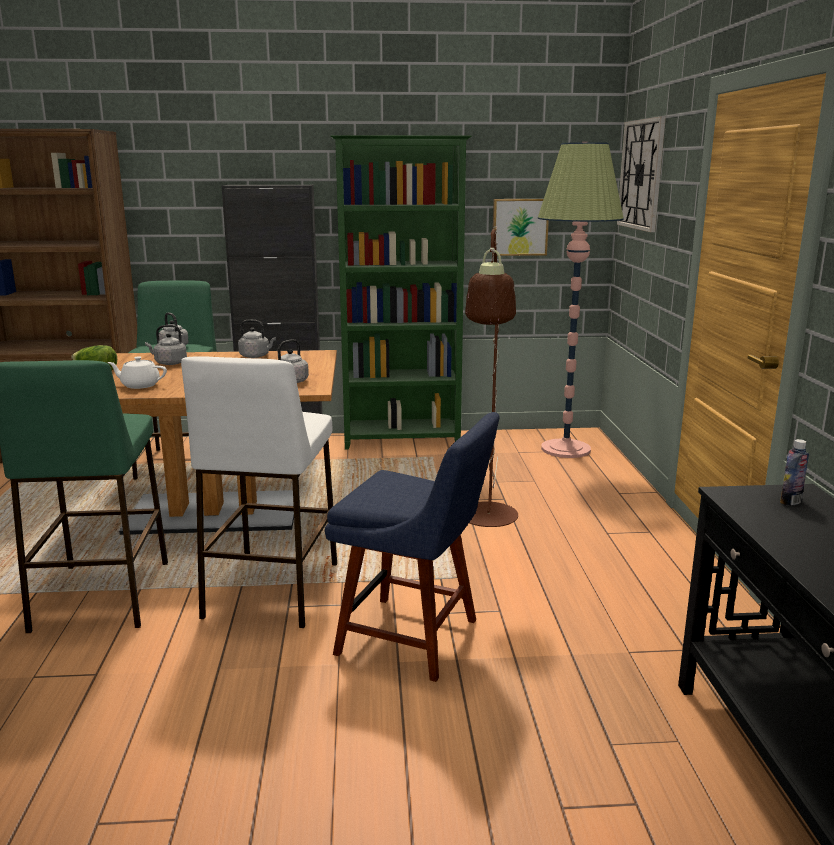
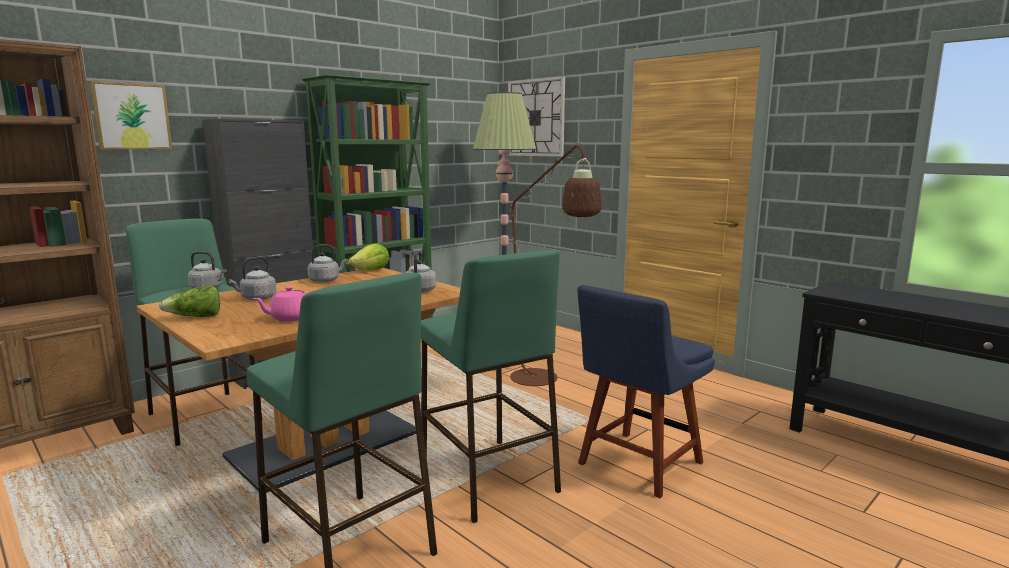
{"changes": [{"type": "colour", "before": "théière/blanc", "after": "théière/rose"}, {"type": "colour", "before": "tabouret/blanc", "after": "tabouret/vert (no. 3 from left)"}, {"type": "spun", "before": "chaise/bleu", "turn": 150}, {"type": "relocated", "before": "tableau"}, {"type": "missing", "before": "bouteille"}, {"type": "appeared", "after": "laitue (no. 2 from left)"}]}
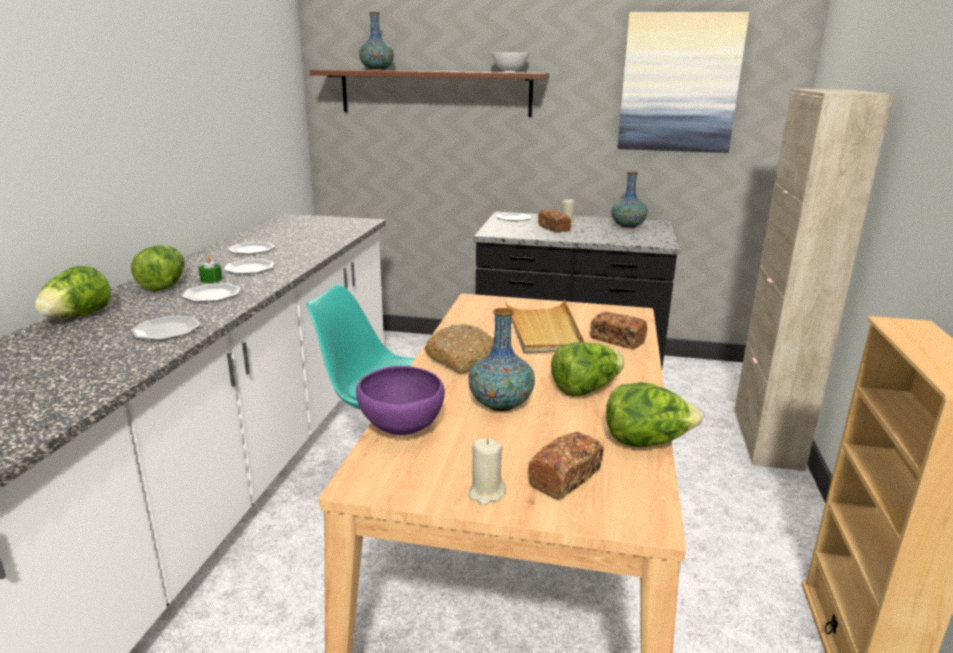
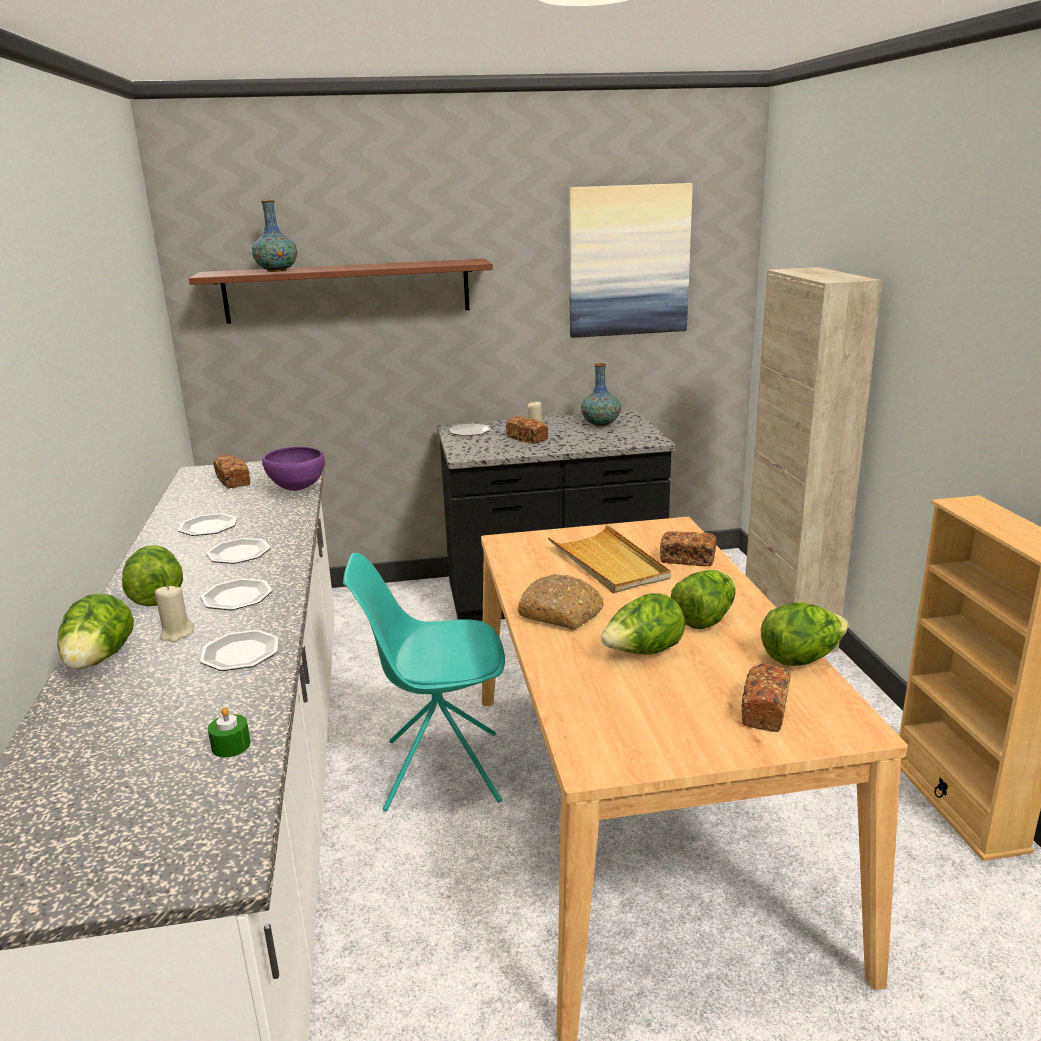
{"changes": [{"type": "relocated", "before": "bougie/vert"}, {"type": "relocated", "before": "bol/violet"}, {"type": "exchanged", "before": "vase (no. 2 from left)", "after": "laitue (no. 3 from left)"}, {"type": "relocated", "before": "bougie/beige (no. 1 from left)"}, {"type": "missing", "before": "bol/blanc"}, {"type": "appeared", "after": "pain (no. 1 from left)"}]}
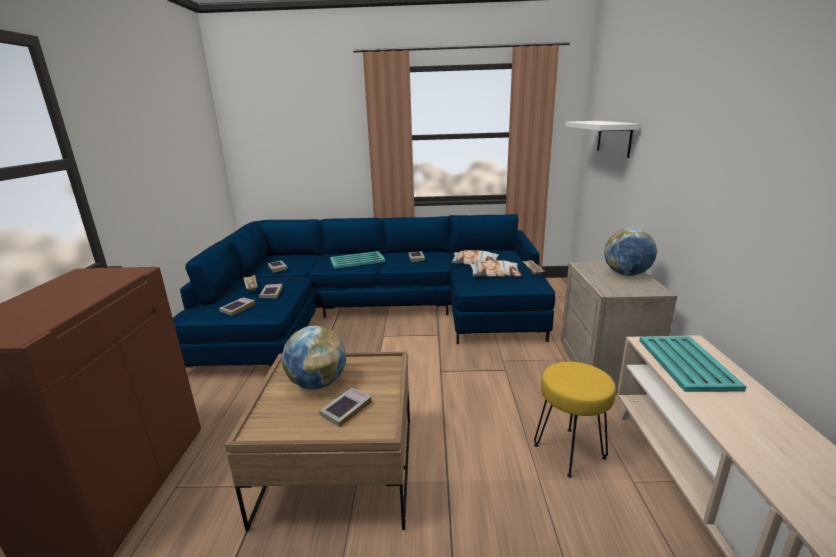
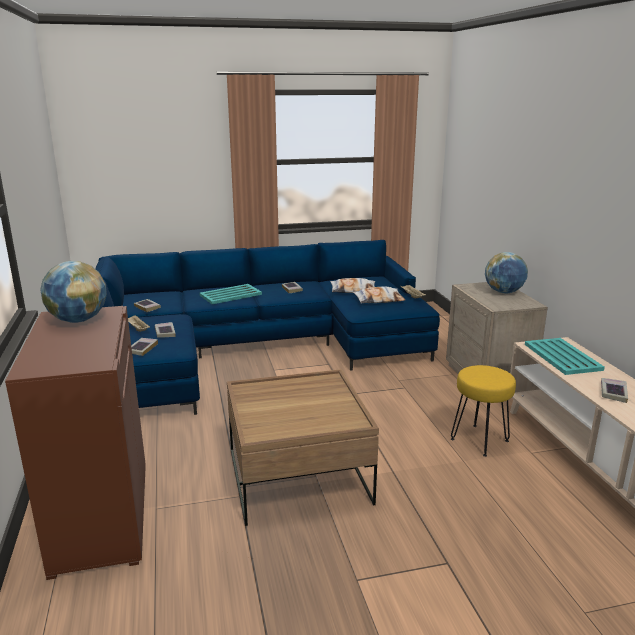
{"changes": [{"type": "relocated", "before": "globe (no. 1 from left)"}, {"type": "relocated", "before": "livre (no. 4 from left in the first image)", "after": "livre (no. 5 from left)"}, {"type": "missing", "before": "étagère/blanc"}]}
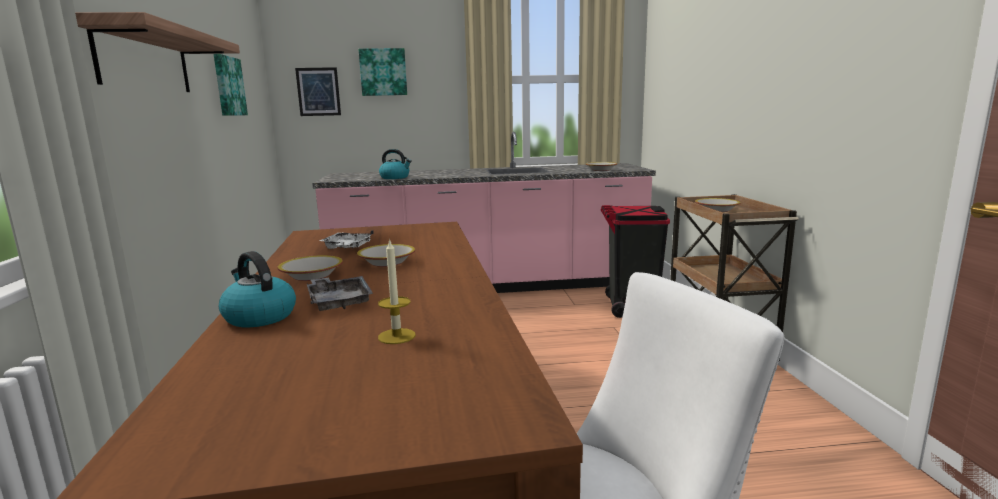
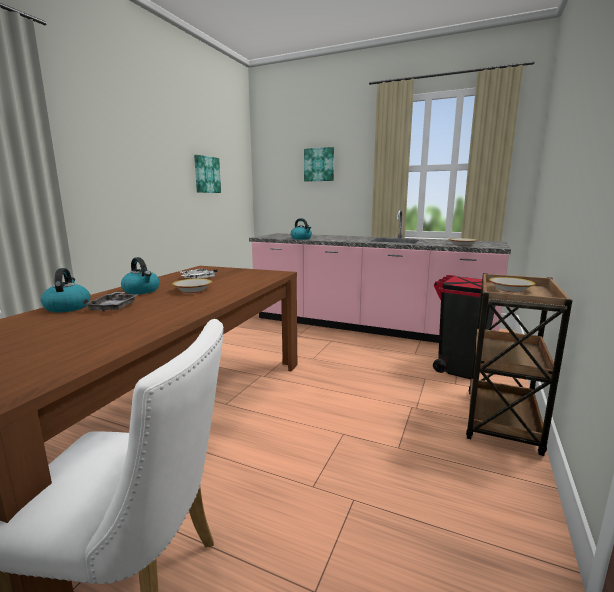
{"changes": [{"type": "missing", "before": "étagère"}, {"type": "exchanged", "before": "bol (no. 1 from left)", "after": "bouilloire (no. 2 from left)"}, {"type": "missing", "before": "tableau (no. 2 from left)"}, {"type": "missing", "before": "bougie"}]}
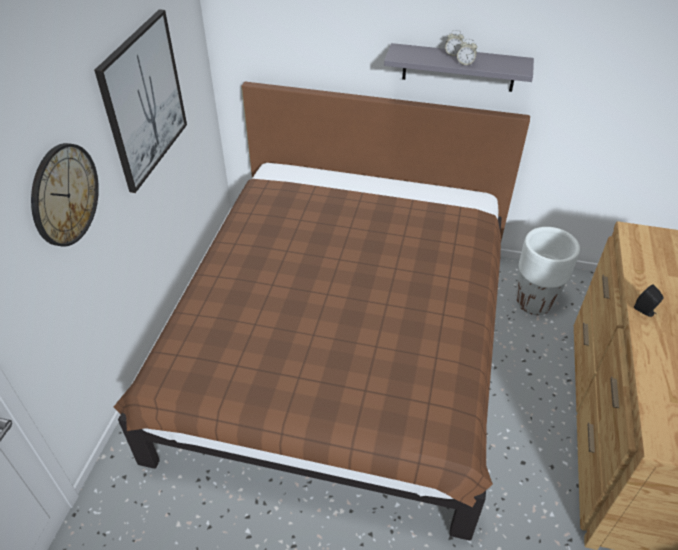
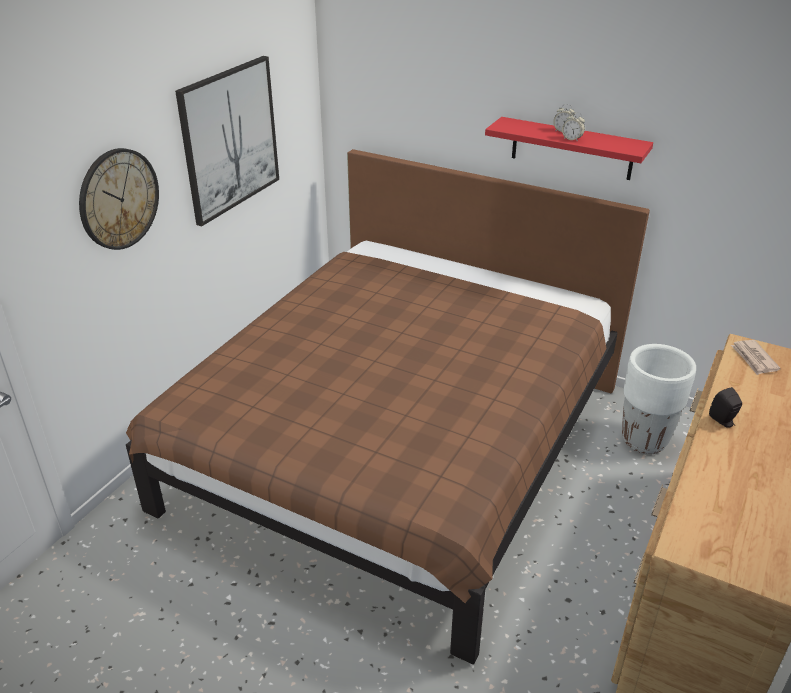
{"changes": [{"type": "colour", "before": "étagère/gris", "after": "étagère/rouge"}, {"type": "appeared", "after": "journal"}]}
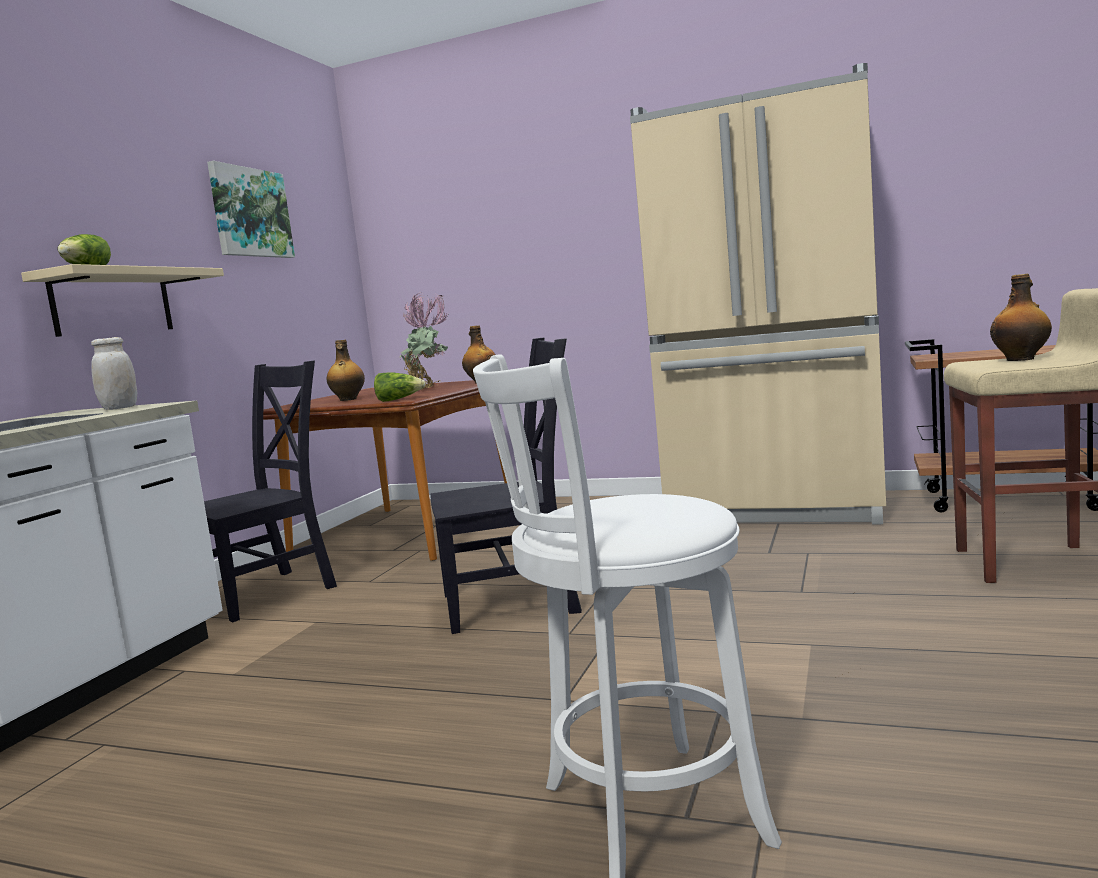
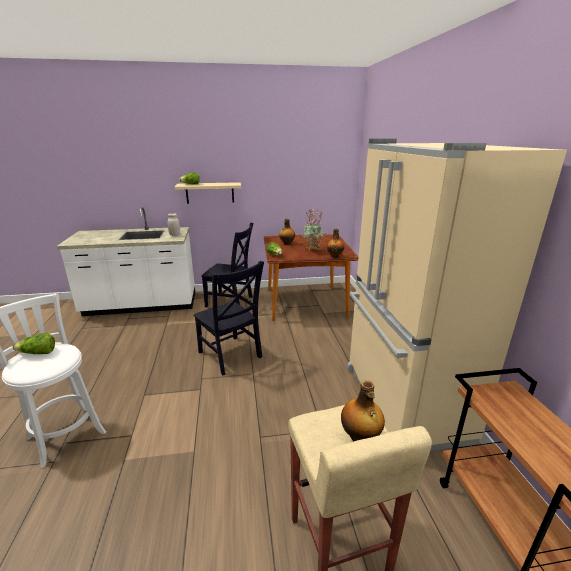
{"changes": [{"type": "missing", "before": "tableau"}, {"type": "appeared", "after": "laitue (no. 1 from left)"}]}
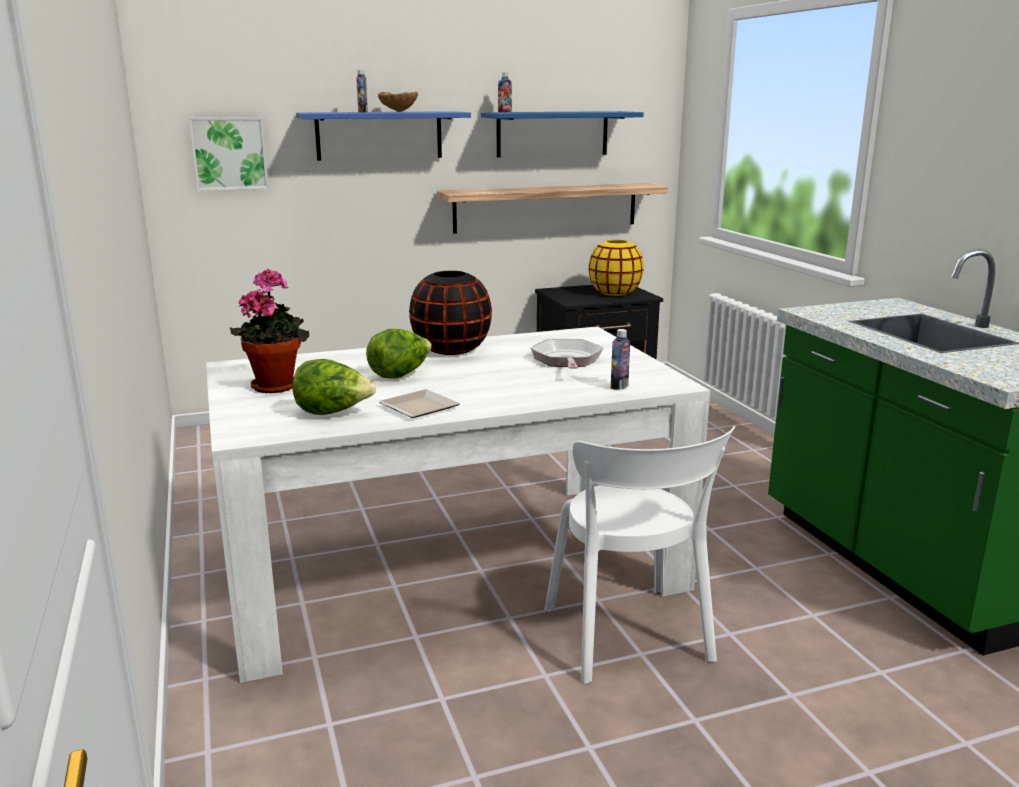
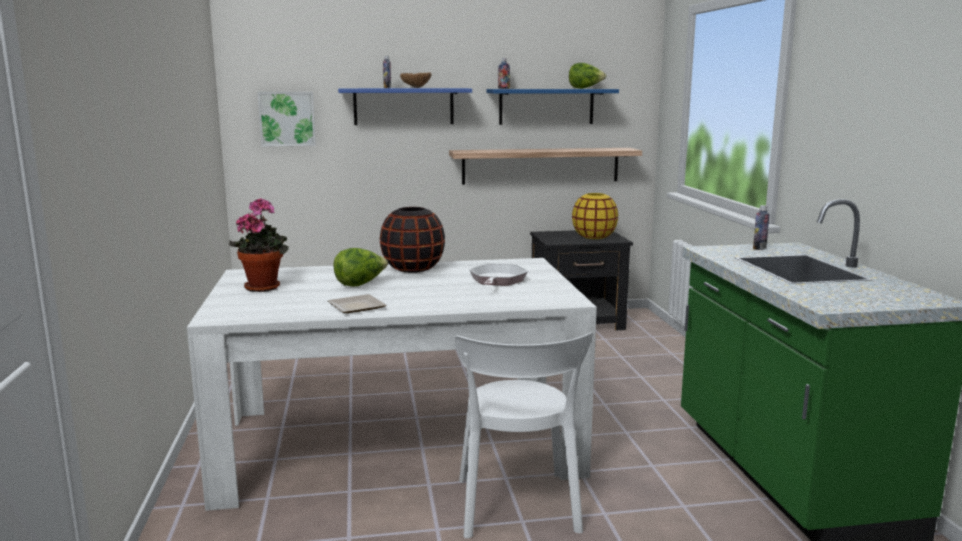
{"changes": [{"type": "relocated", "before": "laitue (no. 1 from left in the first image)", "after": "laitue (no. 2 from left)"}, {"type": "relocated", "before": "bouteille (no. 3 from left)"}]}
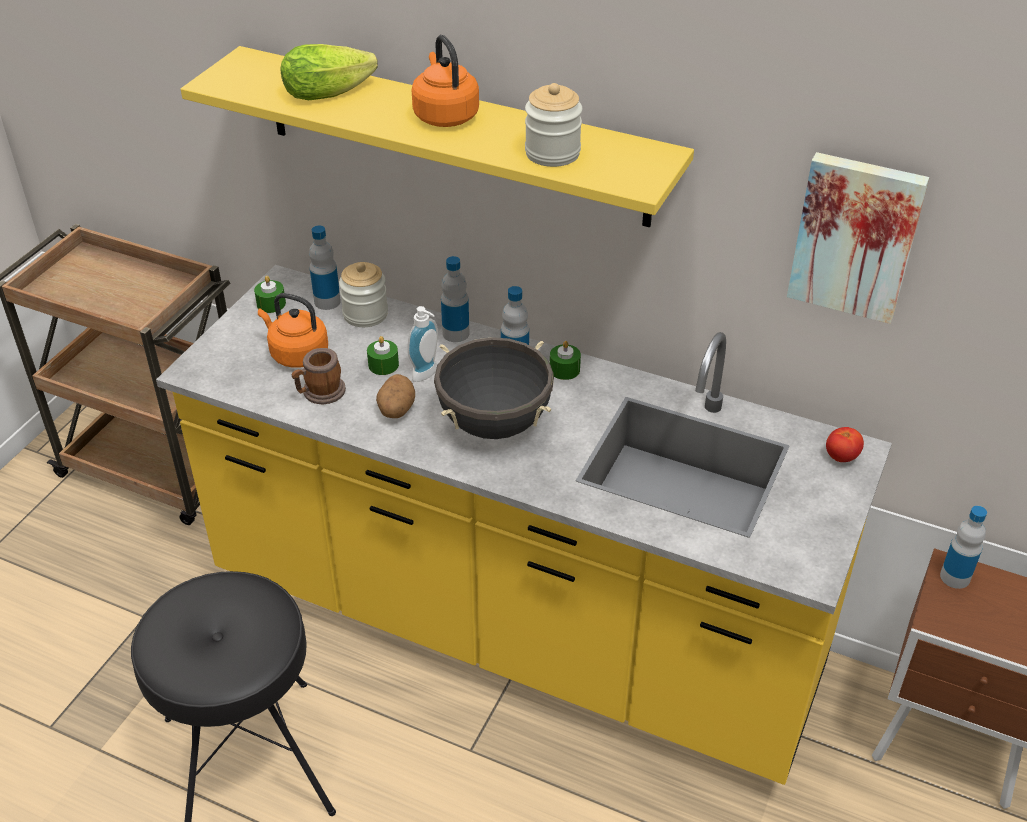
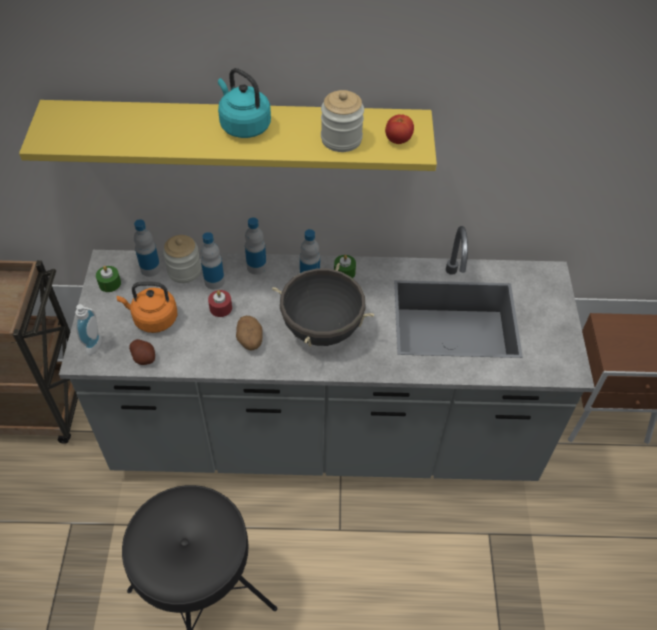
{"changes": [{"type": "colour", "before": "comptoir de cuisine/jaune", "after": "comptoir de cuisine/gris"}, {"type": "missing", "before": "laitue"}, {"type": "missing", "before": "mug"}, {"type": "colour", "before": "bougie/vert (no. 2 from left)", "after": "bougie/rouge"}, {"type": "relocated", "before": "distributeur de savon"}, {"type": "colour", "before": "bouilloire/orange (no. 2 from left)", "after": "bouilloire/turquoise"}, {"type": "missing", "before": "tableau"}, {"type": "relocated", "before": "tomate"}, {"type": "relocated", "before": "bouteille (no. 4 from left in the first image)", "after": "bouteille (no. 2 from left)"}, {"type": "appeared", "after": "pomme de terre (no. 1 from left)"}]}
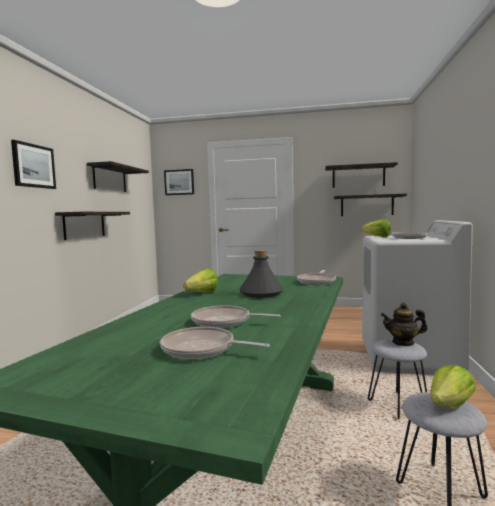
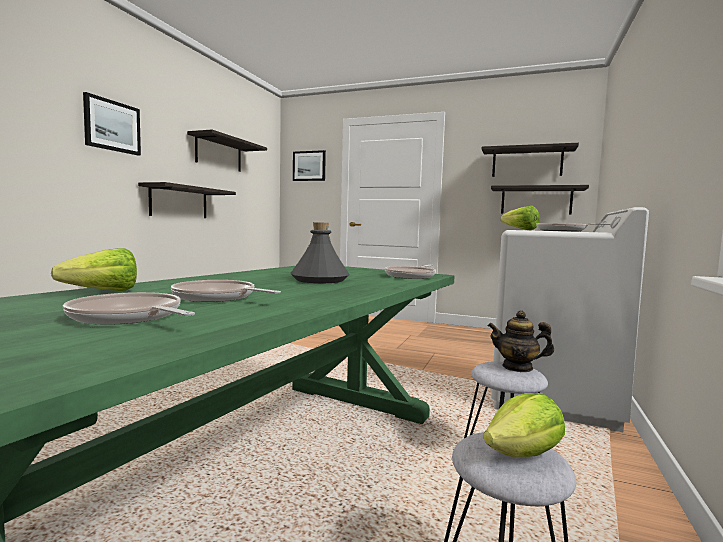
{"changes": [{"type": "relocated", "before": "laitue (no. 1 from left)"}]}
